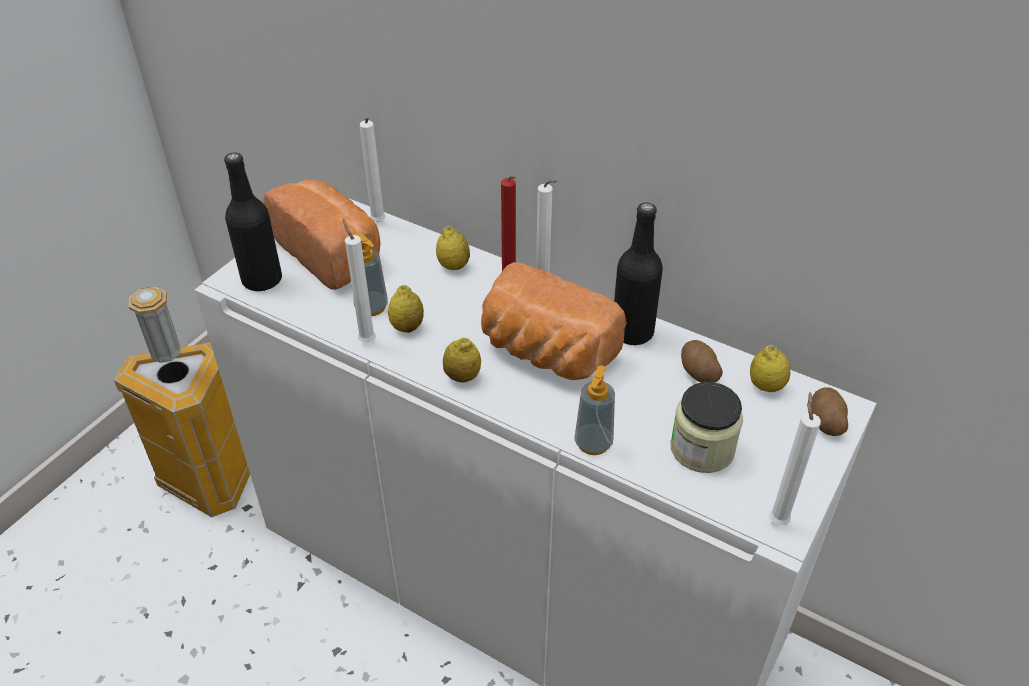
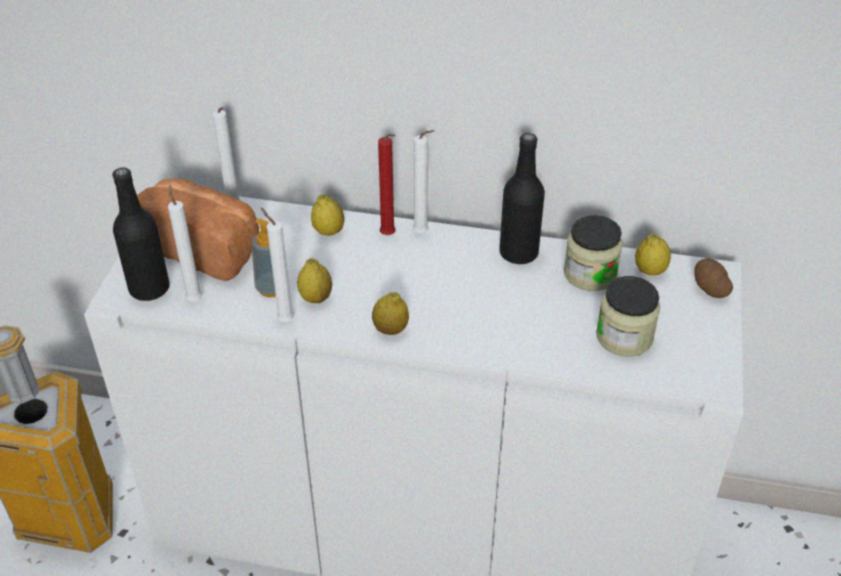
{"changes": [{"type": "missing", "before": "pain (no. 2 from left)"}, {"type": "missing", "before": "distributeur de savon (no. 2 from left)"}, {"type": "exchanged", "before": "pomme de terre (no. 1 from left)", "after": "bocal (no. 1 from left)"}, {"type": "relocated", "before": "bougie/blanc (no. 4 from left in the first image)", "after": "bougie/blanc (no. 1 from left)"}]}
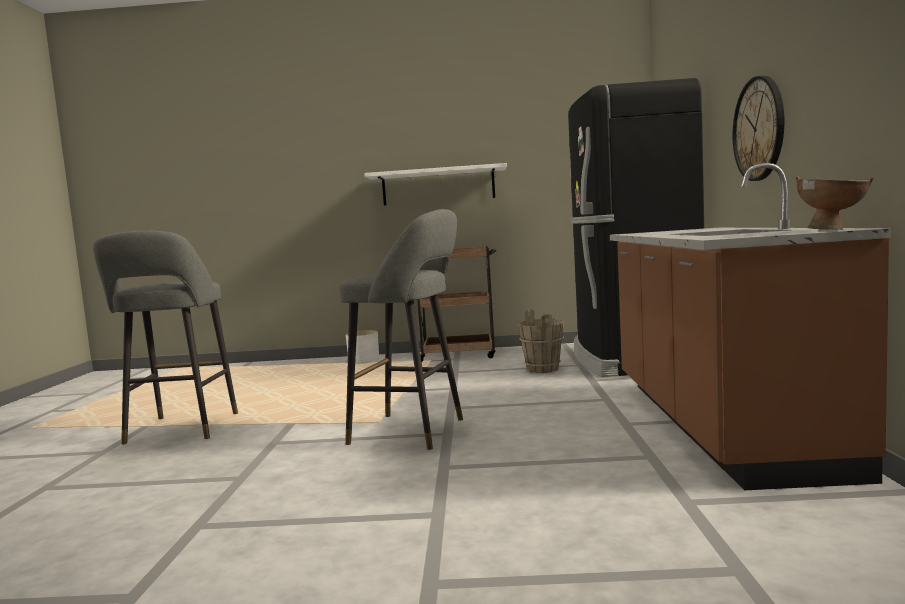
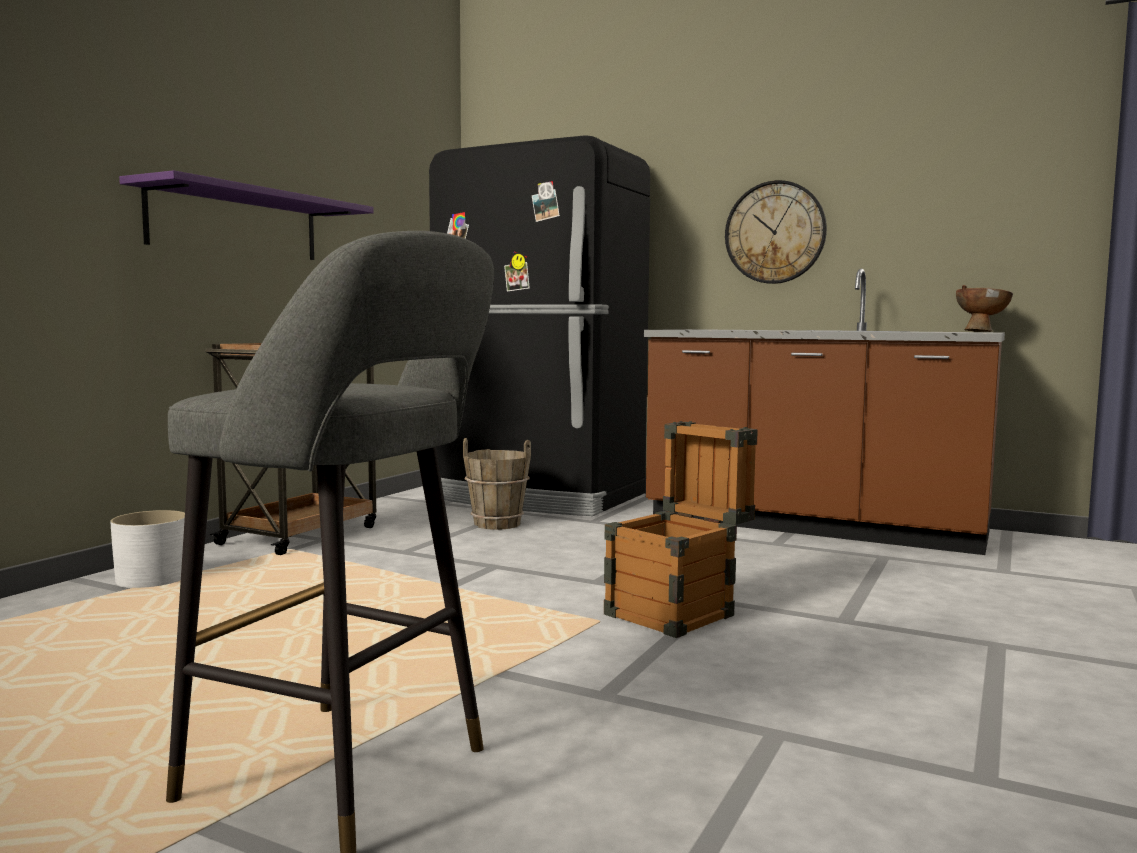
{"changes": [{"type": "exchanged", "before": "tabouret/gris (no. 2 from left)", "after": "caisse"}, {"type": "colour", "before": "étagère/blanc", "after": "étagère/violet"}]}
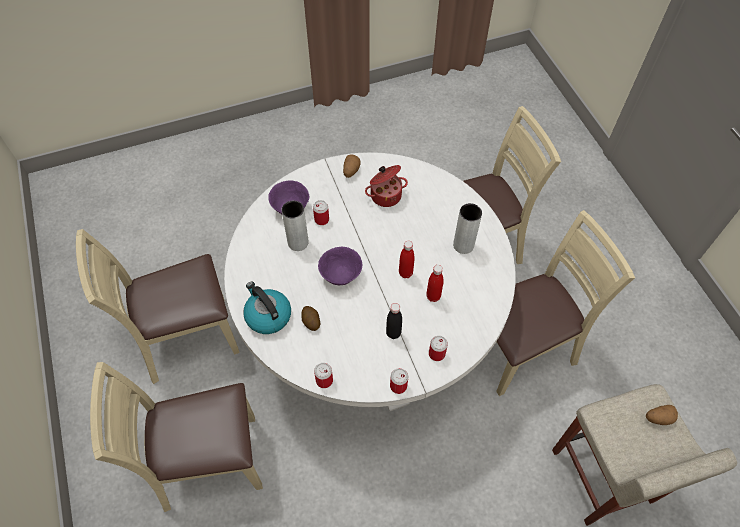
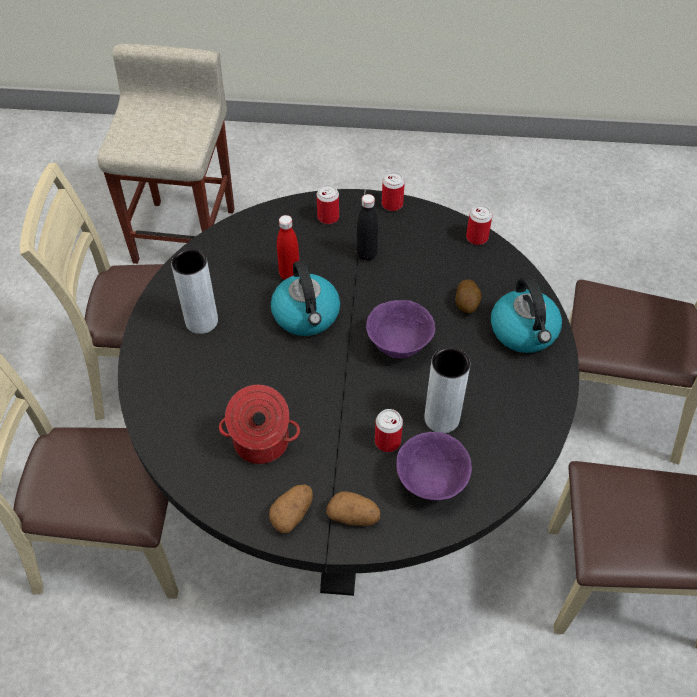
{"changes": [{"type": "colour", "before": "table à manger/blanc", "after": "table à manger/noir"}, {"type": "exchanged", "before": "bouteille/rouge (no. 1 from left)", "after": "bouilloire (no. 1 from left)"}, {"type": "relocated", "before": "pomme de terre (no. 3 from left in the first image)", "after": "pomme de terre (no. 2 from left)"}]}
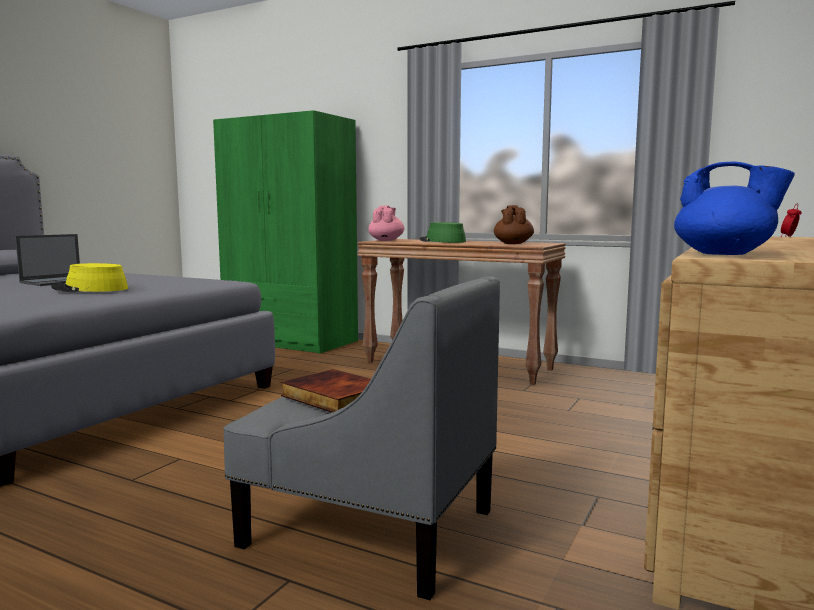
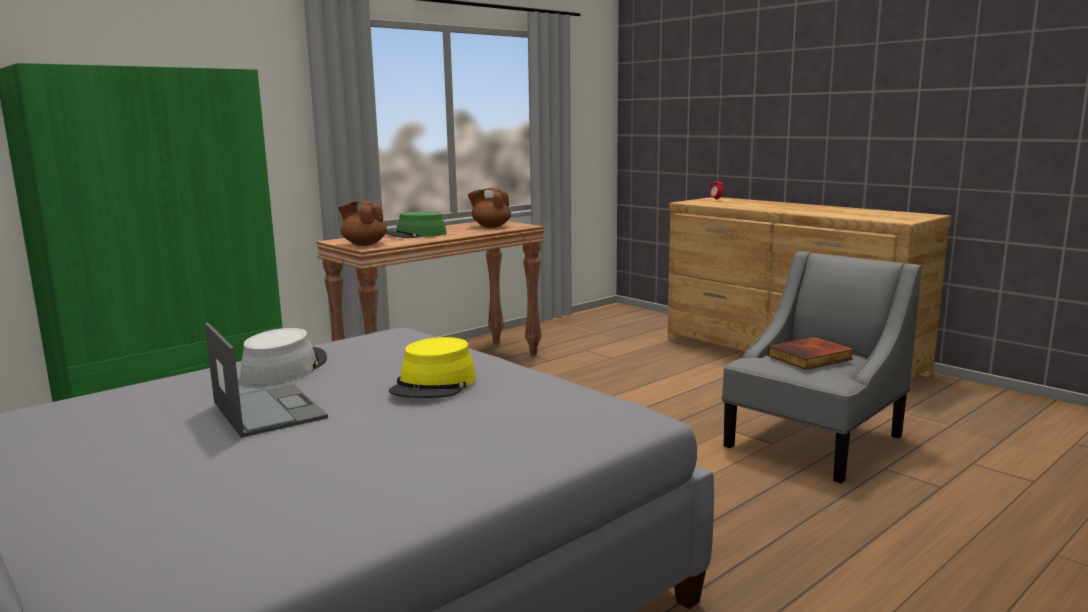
{"changes": [{"type": "colour", "before": "théière/rose", "after": "théière/marron (no. 1 from left)"}, {"type": "missing", "before": "théière/bleu"}, {"type": "appeared", "after": "chapeau/gris"}]}
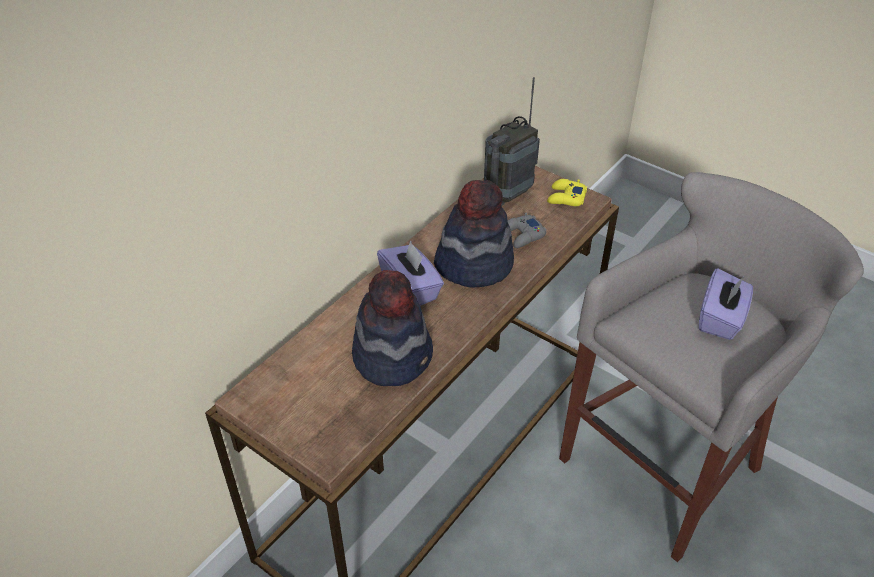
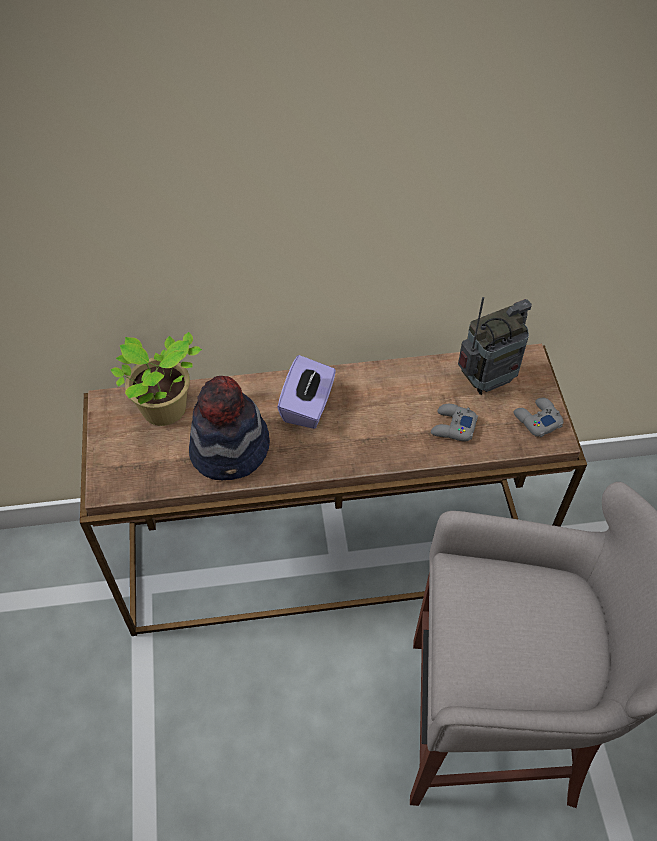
{"changes": [{"type": "missing", "before": "chapeau (no. 2 from left)"}, {"type": "spun", "before": "radio", "turn": 150}, {"type": "colour", "before": "manette/jaune", "after": "manette/gris (no. 2 from left)"}, {"type": "missing", "before": "boîte à mouchoirs/violet (no. 2 from left)"}, {"type": "appeared", "after": "plante en pot"}]}
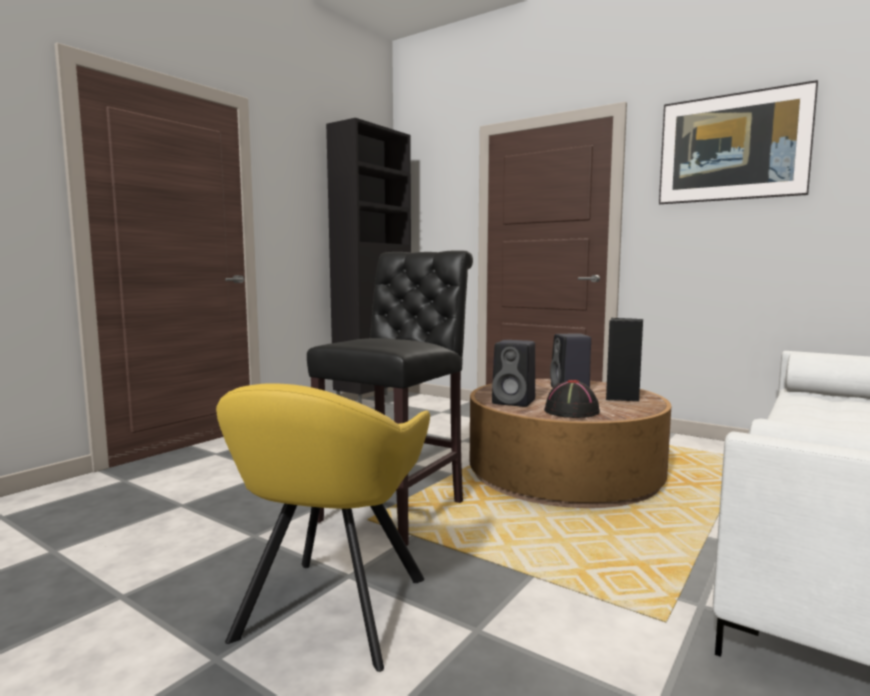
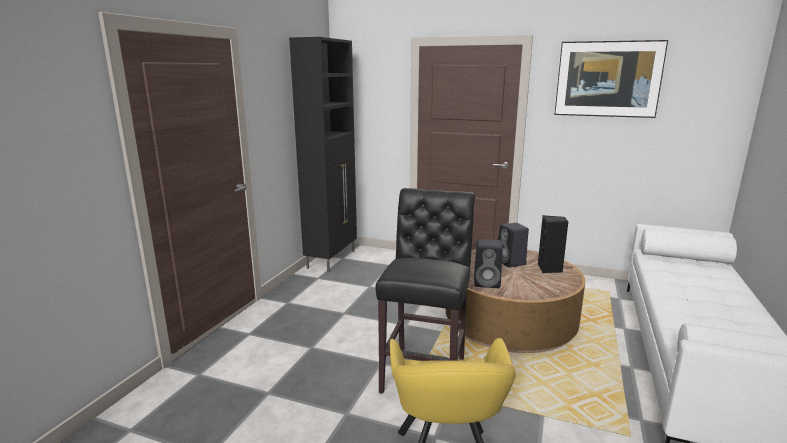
{"changes": [{"type": "missing", "before": "chapeau/noir"}]}
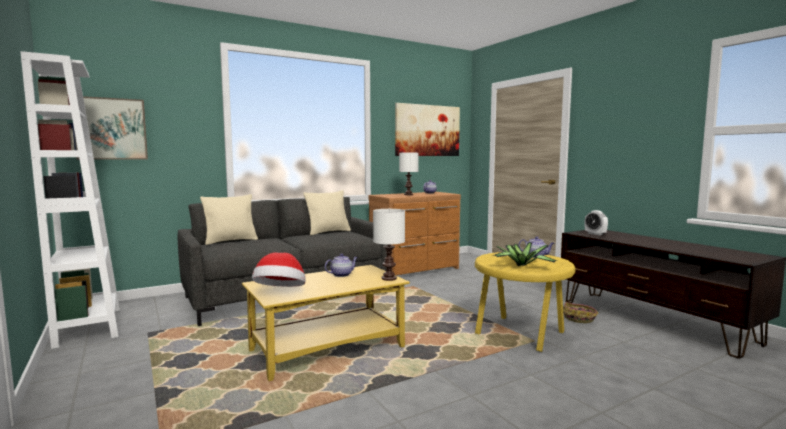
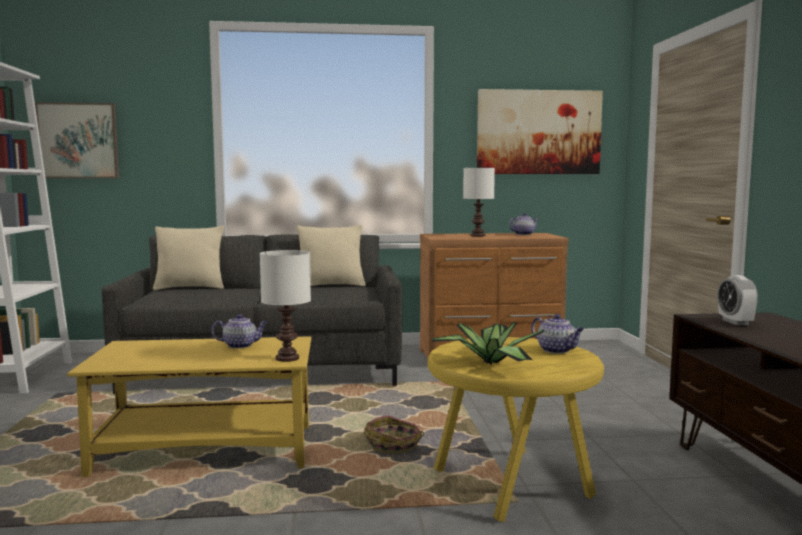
{"changes": [{"type": "missing", "before": "chapeau"}, {"type": "relocated", "before": "panier"}]}
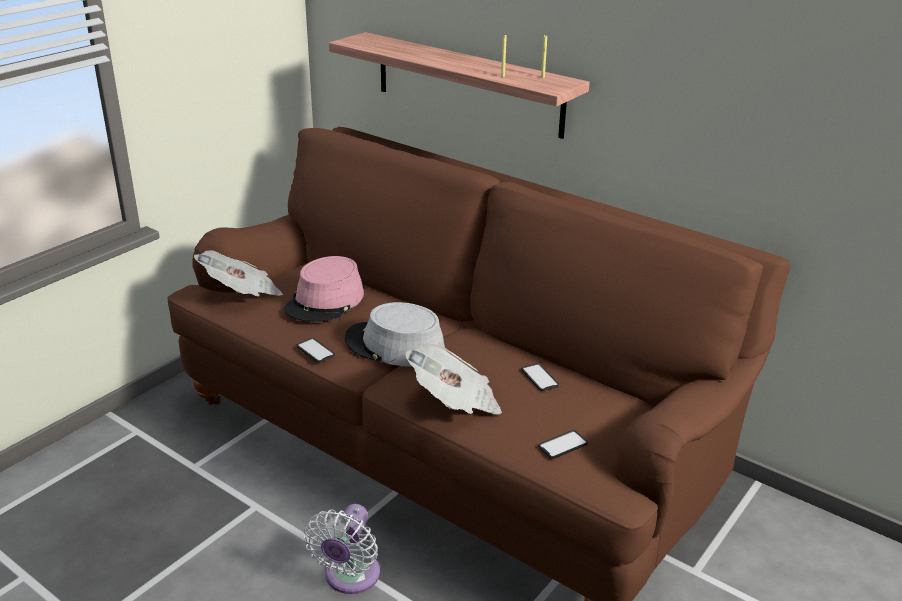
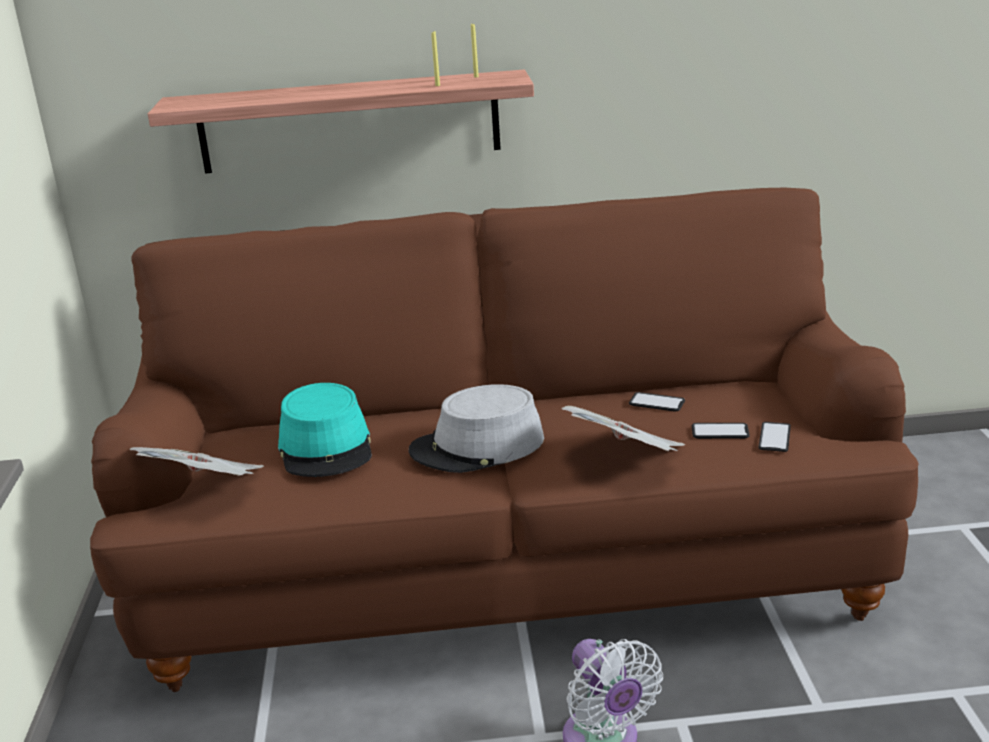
{"changes": [{"type": "colour", "before": "chapeau/rose", "after": "chapeau/turquoise"}, {"type": "relocated", "before": "téléphone (no. 1 from left in the first image)", "after": "téléphone (no. 2 from left)"}]}
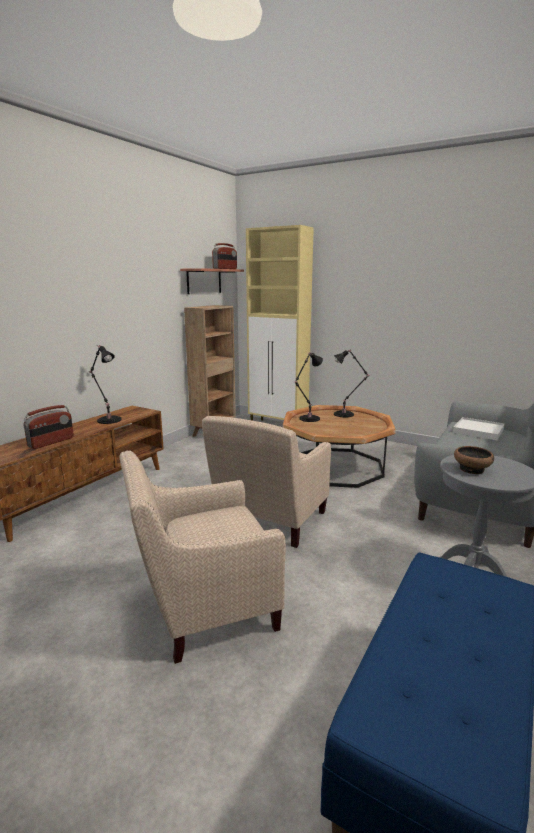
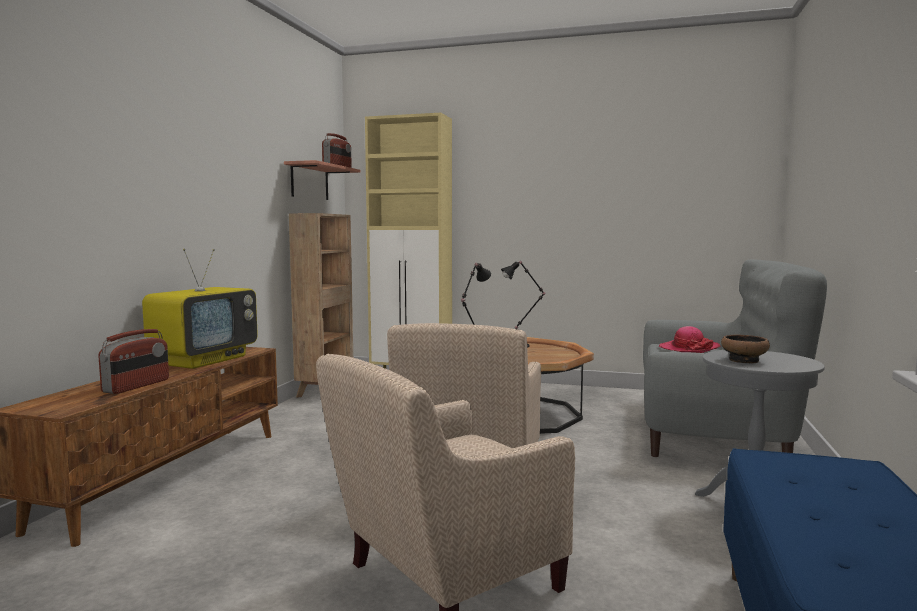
{"changes": [{"type": "exchanged", "before": "lampe de table/noir (no. 1 from left)", "after": "téléviseur"}, {"type": "exchanged", "before": "plateau/blanc", "after": "chapeau"}]}
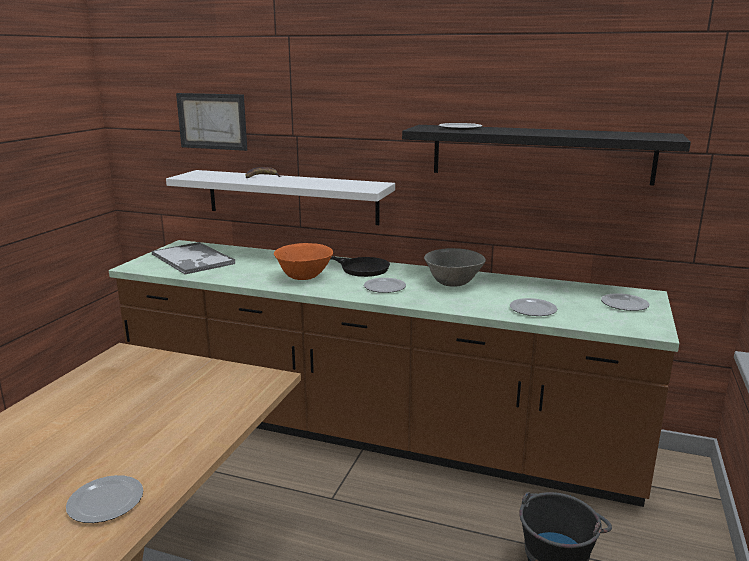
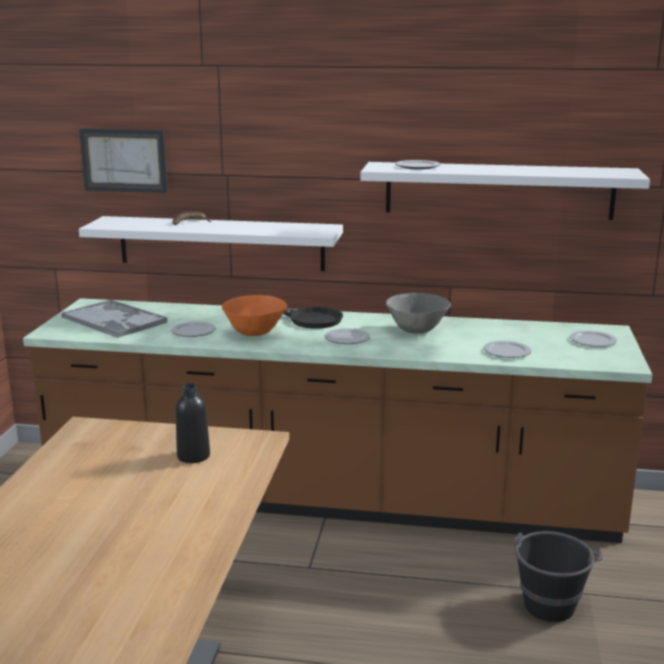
{"changes": [{"type": "relocated", "before": "assiette (no. 1 from left)"}, {"type": "colour", "before": "étagère/noir", "after": "étagère/blanc (no. 2 from left)"}, {"type": "appeared", "after": "bouteille/noir"}]}
